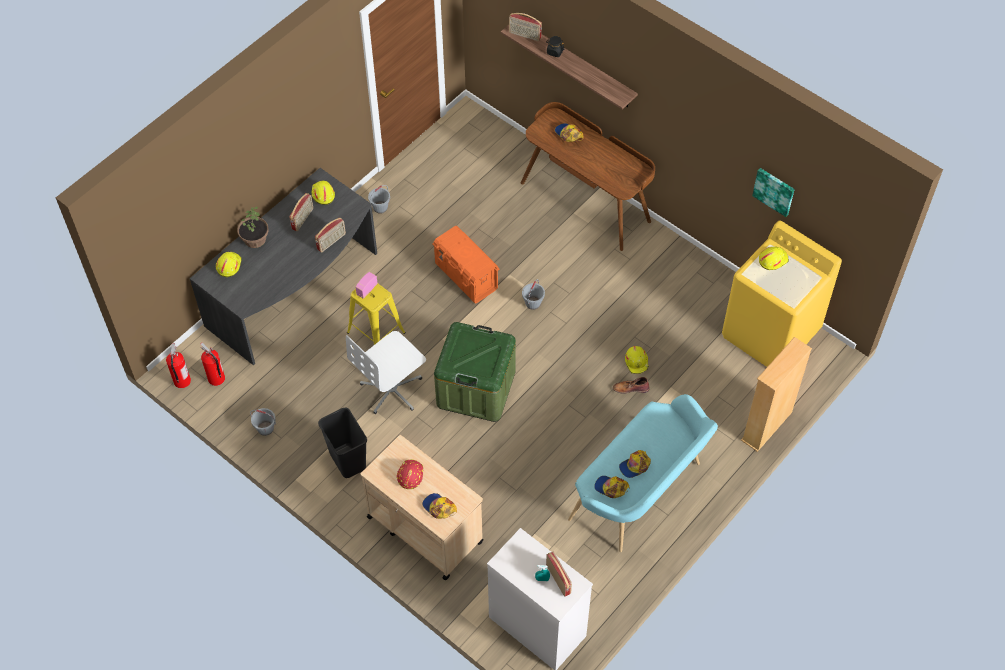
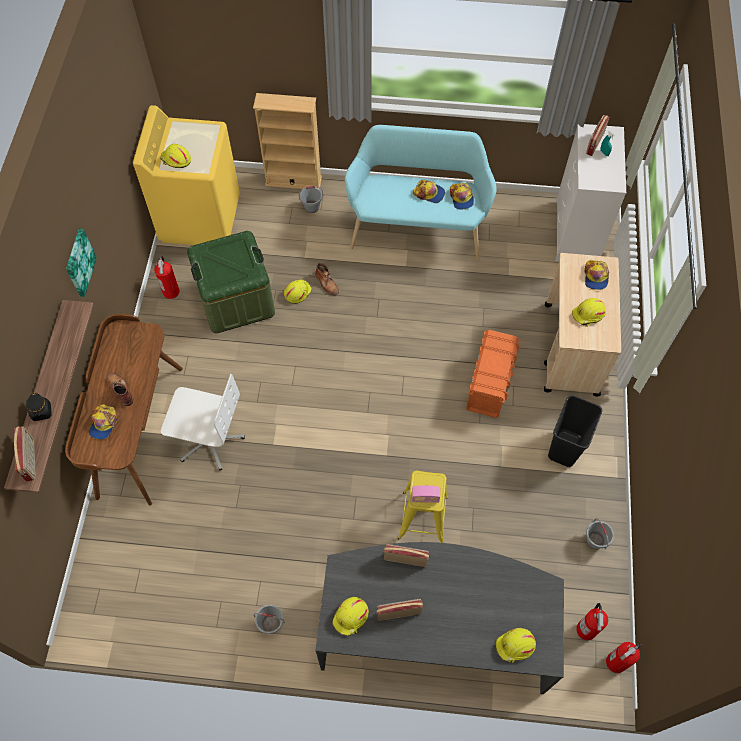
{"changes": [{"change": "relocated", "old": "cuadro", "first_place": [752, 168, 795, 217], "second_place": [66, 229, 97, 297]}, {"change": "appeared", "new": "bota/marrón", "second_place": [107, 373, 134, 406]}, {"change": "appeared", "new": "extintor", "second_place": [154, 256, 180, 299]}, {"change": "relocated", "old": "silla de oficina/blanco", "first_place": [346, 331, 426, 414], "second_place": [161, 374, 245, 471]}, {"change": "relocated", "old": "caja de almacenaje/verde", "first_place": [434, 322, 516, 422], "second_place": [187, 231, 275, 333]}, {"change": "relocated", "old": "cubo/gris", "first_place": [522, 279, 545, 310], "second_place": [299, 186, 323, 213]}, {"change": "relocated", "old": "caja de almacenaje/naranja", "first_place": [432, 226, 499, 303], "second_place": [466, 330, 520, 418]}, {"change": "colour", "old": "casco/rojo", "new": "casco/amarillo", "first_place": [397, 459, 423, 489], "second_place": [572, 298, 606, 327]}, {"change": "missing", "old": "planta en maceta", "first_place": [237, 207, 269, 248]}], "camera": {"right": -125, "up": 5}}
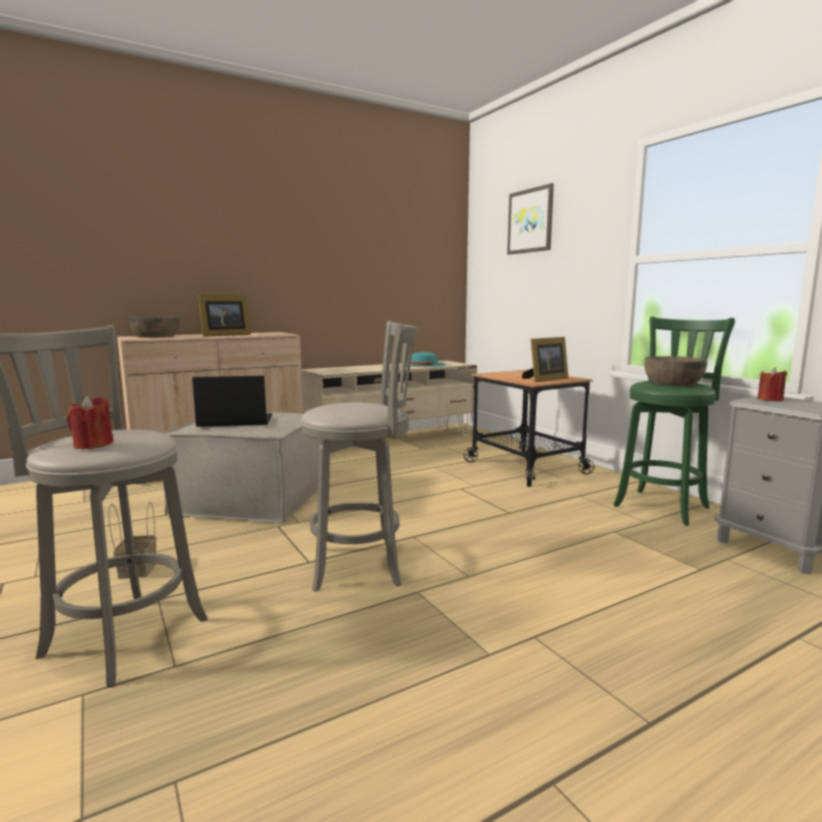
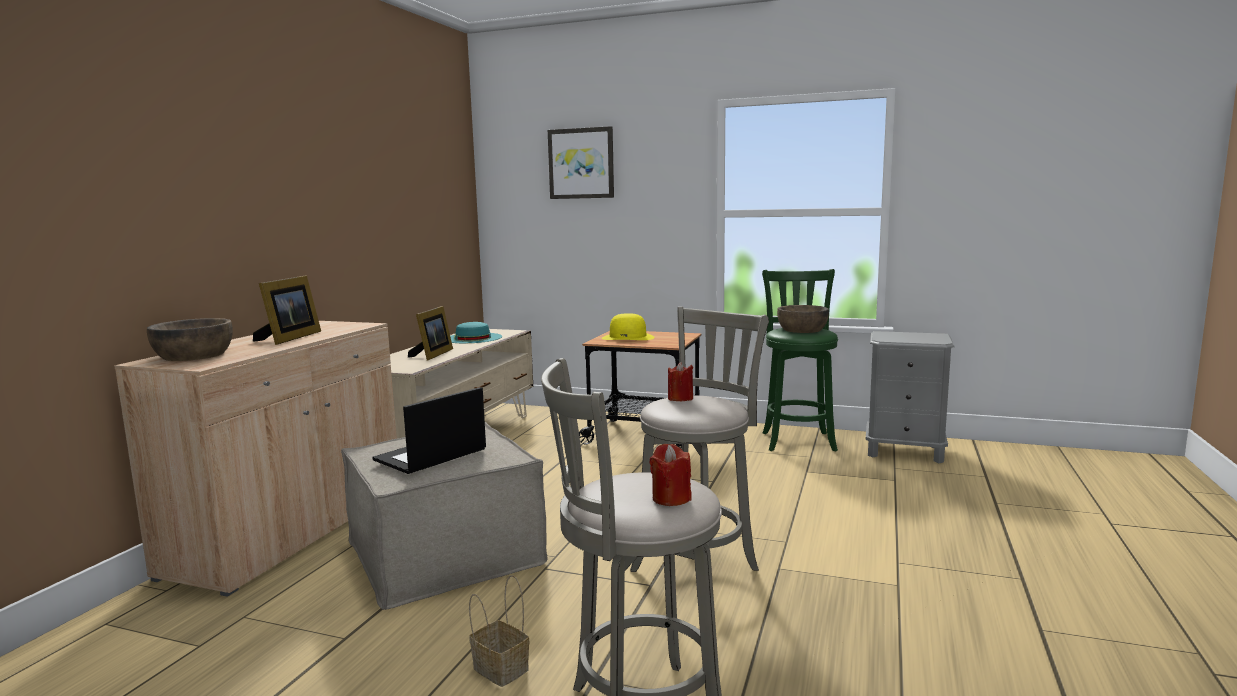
{"changes": [{"change": "relocated", "old": "portarretratos", "first_place": [522, 337, 568, 382], "second_place": [408, 306, 453, 360]}, {"change": "appeared", "new": "sombrero/amarillo", "second_place": [602, 313, 655, 340]}, {"change": "relocated", "old": "vela/rojo", "first_place": [757, 367, 787, 402], "second_place": [668, 362, 693, 401]}], "camera": {"right": -40, "up": 0}}
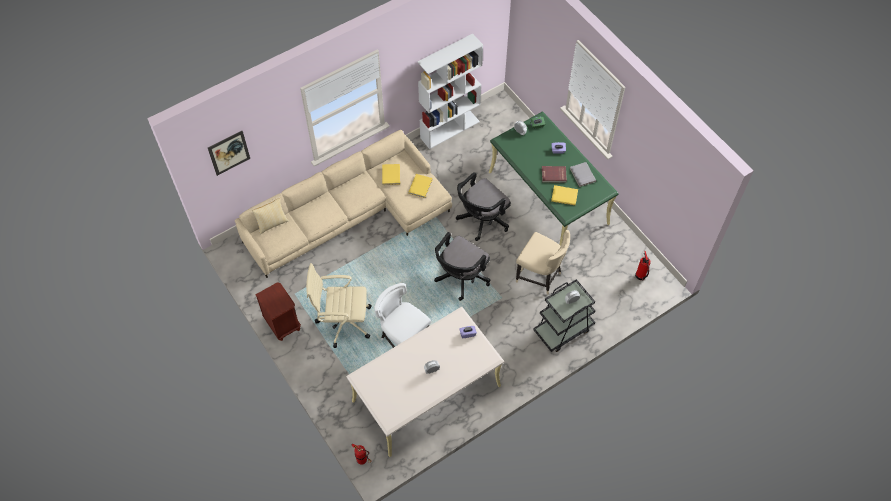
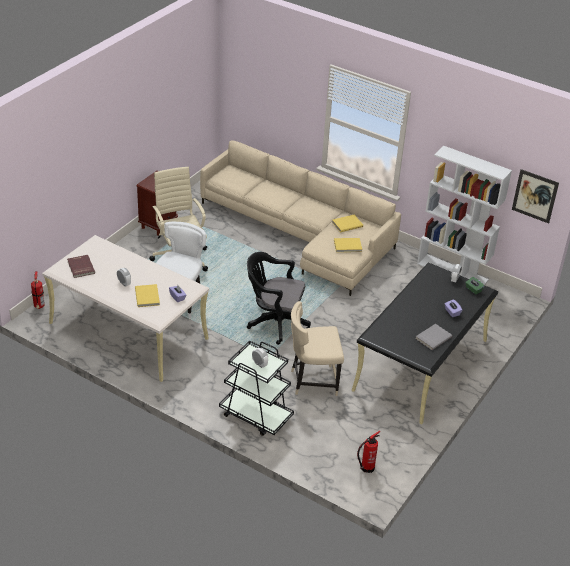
{"changes": [{"change": "relocated", "old": "libro/rojo", "first_place": [542, 166, 567, 183], "second_place": [67, 255, 95, 278]}, {"change": "relocated", "old": "libro/amarillo", "first_place": [551, 185, 578, 205], "second_place": [135, 284, 160, 307]}, {"change": "spun", "old": "silla/beis", "first_place": [516, 230, 570, 295], "second_place": [291, 301, 344, 396], "degrees": 75}, {"change": "colour", "old": "escritorio/verde", "new": "escritorio/negro", "first_place": [489, 111, 619, 246], "second_place": [351, 262, 498, 424]}, {"change": "relocated", "old": "cuadro", "first_place": [208, 131, 250, 176], "second_place": [512, 169, 559, 224]}, {"change": "missing", "old": "cojín", "first_place": [252, 198, 289, 234]}, {"change": "missing", "old": "silla de oficina/negro", "first_place": [456, 172, 511, 241]}], "camera": {"right": 65, "up": -20}}
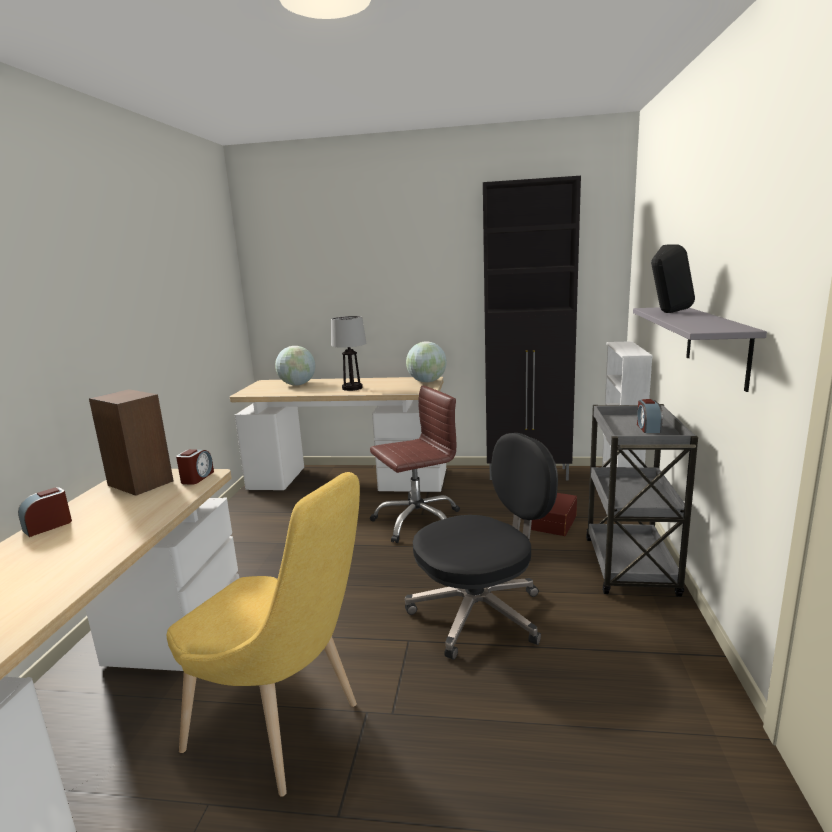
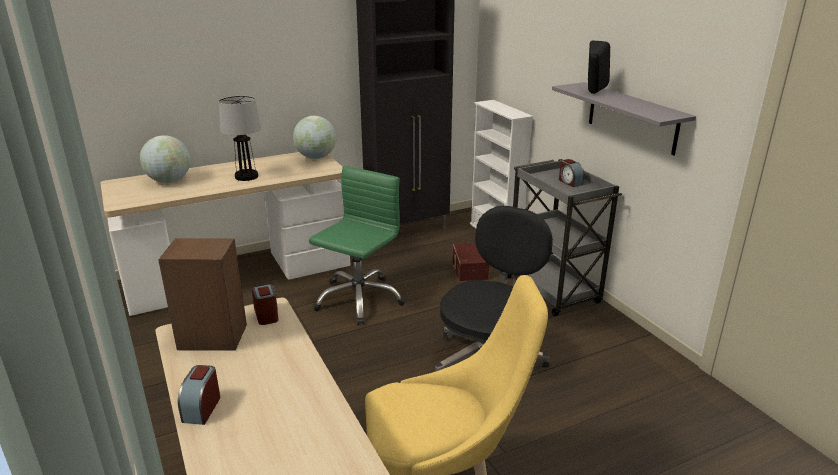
{"changes": [{"change": "colour", "old": "silla de oficina/marrón", "new": "silla de oficina/verde", "first_place": [370, 385, 460, 543], "second_place": [309, 166, 405, 325]}], "camera": {"right": -35, "up": 10}}
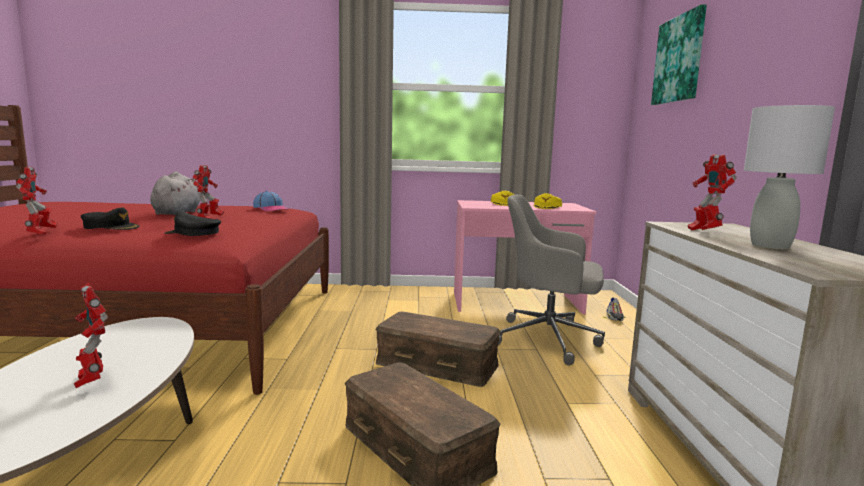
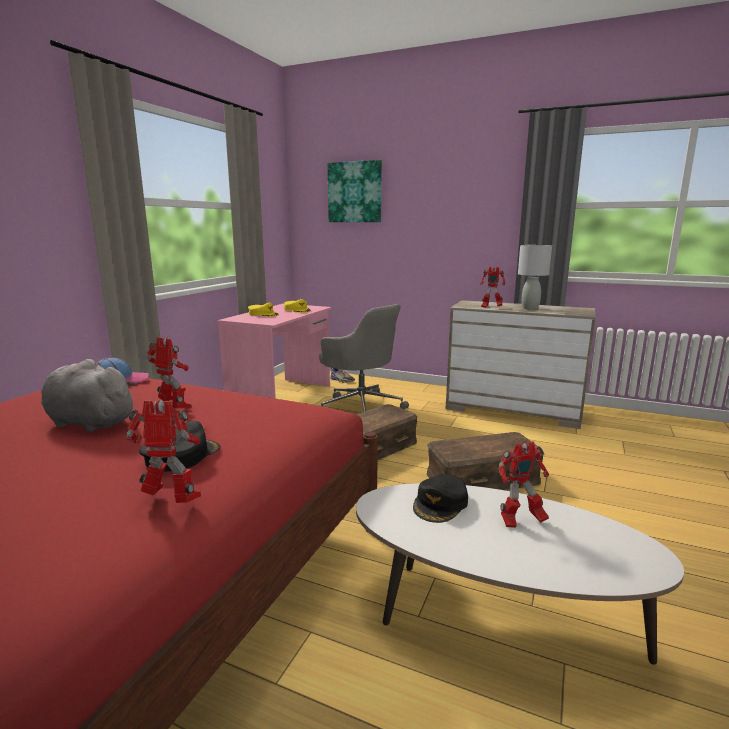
{"changes": [{"change": "spun", "old": "silla de oficina/gris", "first_place": [498, 195, 605, 365], "second_place": [319, 304, 409, 412], "degrees": -90}, {"change": "relocated", "old": "gorra/negro", "first_place": [164, 212, 221, 236], "second_place": [413, 474, 468, 523]}], "camera": {"right": -65, "up": 5}}
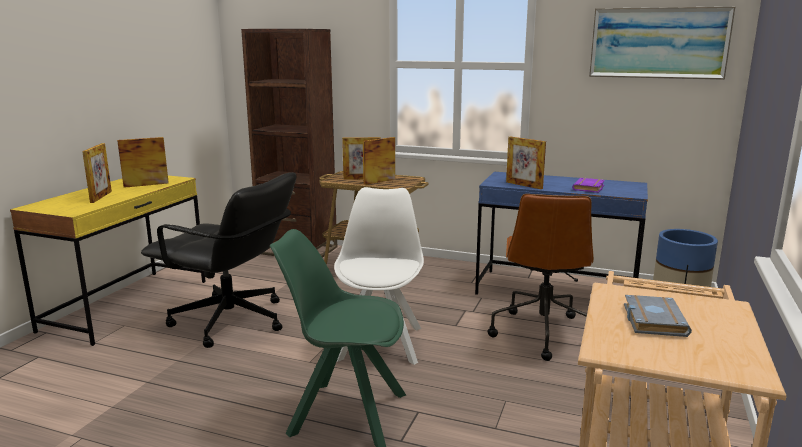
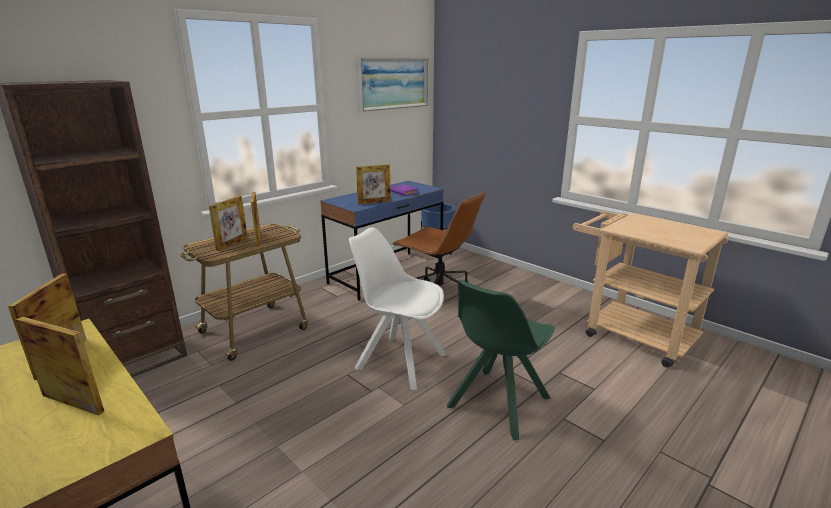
{"changes": [{"change": "missing", "old": "silla de oficina/negro", "first_place": [141, 172, 296, 348]}, {"change": "missing", "old": "libro/gris", "first_place": [624, 295, 692, 337]}], "camera": {"right": -65, "up": 5}}
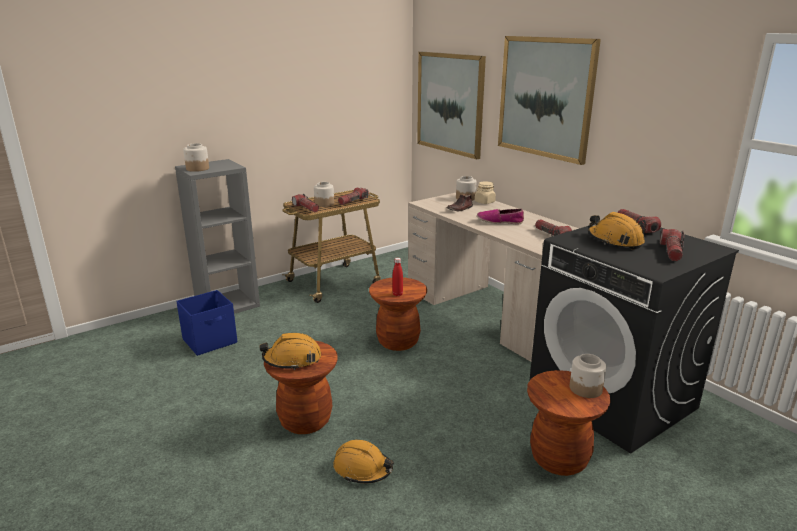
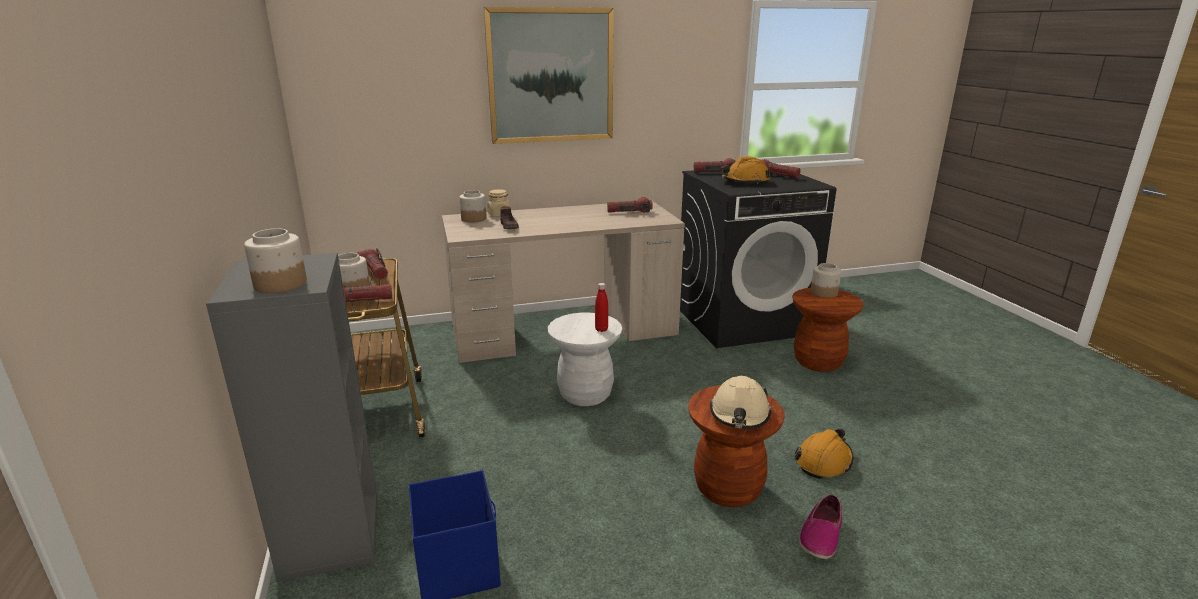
{"changes": [{"change": "colour", "old": "taburete/marrón", "new": "taburete/blanco", "first_place": [369, 278, 427, 351], "second_place": [548, 313, 622, 406]}, {"change": "colour", "old": "casco/naranja", "new": "casco/beis", "first_place": [259, 333, 321, 370], "second_place": [710, 376, 771, 429]}, {"change": "relocated", "old": "zapato", "first_place": [477, 209, 524, 225], "second_place": [799, 494, 842, 559]}, {"change": "missing", "old": "cuadro", "first_place": [417, 52, 486, 159]}], "camera": {"right": -70, "up": 0}}
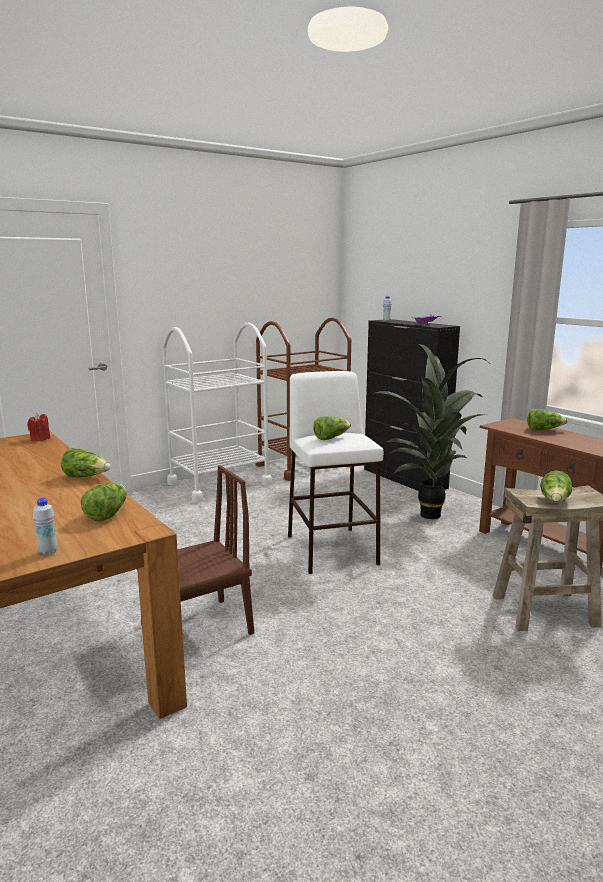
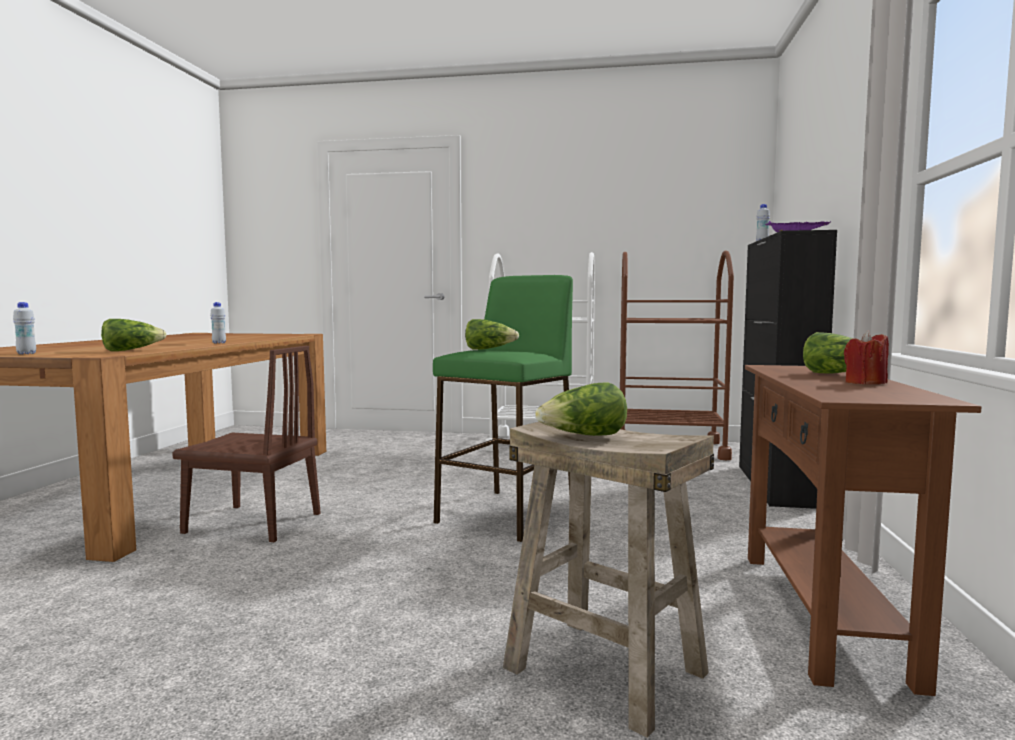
{"changes": [{"change": "exchanged", "old": "lechuga", "new": "botella/blanco", "first_place": [61, 448, 111, 478], "second_place": [210, 302, 226, 344]}, {"change": "colour", "old": "taburete/blanco", "new": "taburete/verde", "first_place": [288, 371, 383, 574], "second_place": [433, 275, 573, 542]}, {"change": "relocated", "old": "vela/rojo", "first_place": [27, 413, 50, 441], "second_place": [844, 330, 889, 384]}, {"change": "missing", "old": "planta en maceta", "first_place": [372, 344, 488, 519]}], "camera": {"right": 45, "up": -10}}
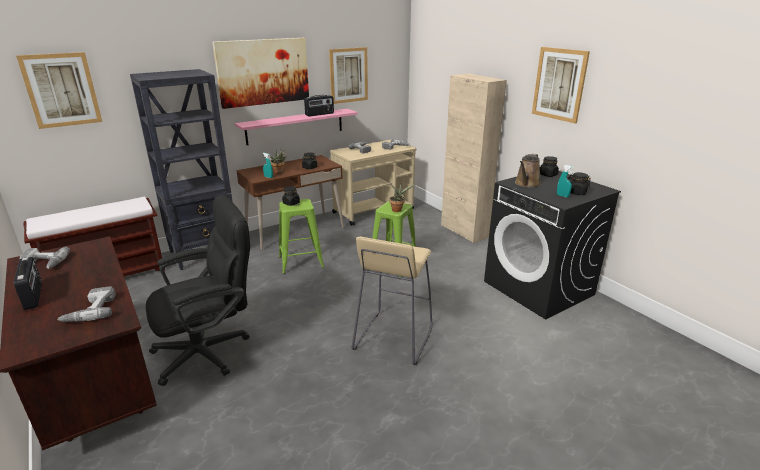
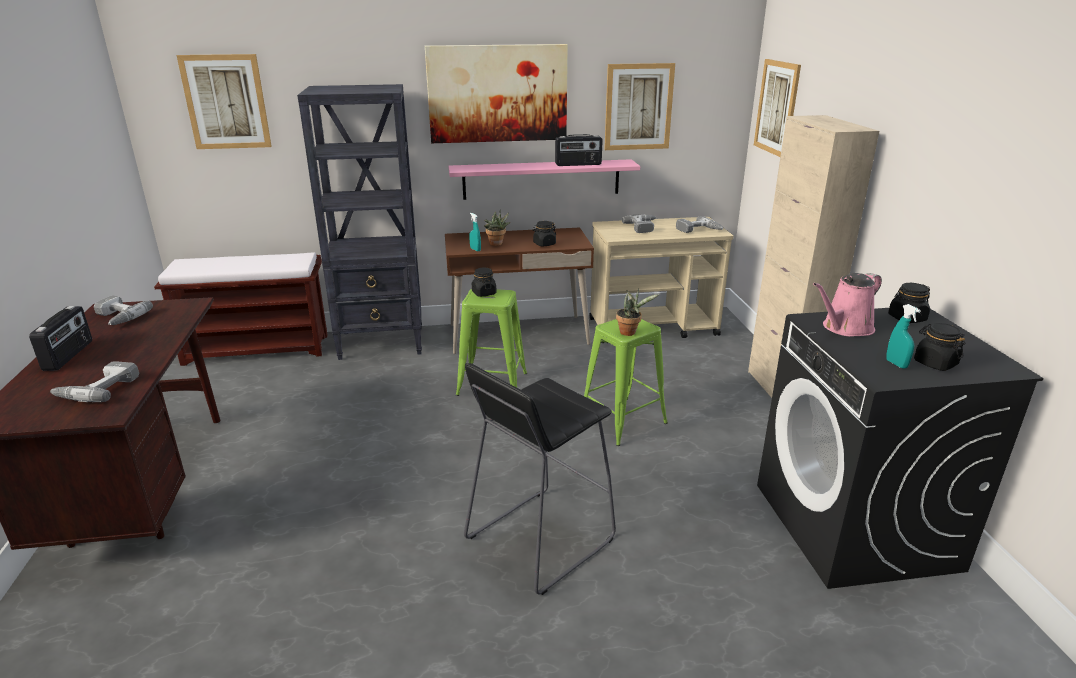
{"changes": [{"change": "colour", "old": "taburete/beis", "new": "taburete/negro", "first_place": [352, 236, 432, 365], "second_place": [464, 363, 616, 595]}, {"change": "relocated", "old": "cuadro", "first_place": [532, 47, 590, 124], "second_place": [754, 59, 801, 157]}, {"change": "colour", "old": "regadera/marrón", "new": "regadera/rosa", "first_place": [515, 154, 541, 188], "second_place": [813, 273, 882, 337]}, {"change": "missing", "old": "silla de oficina/negro", "first_place": [146, 195, 250, 386]}], "camera": {"right": 25, "up": 0}}
